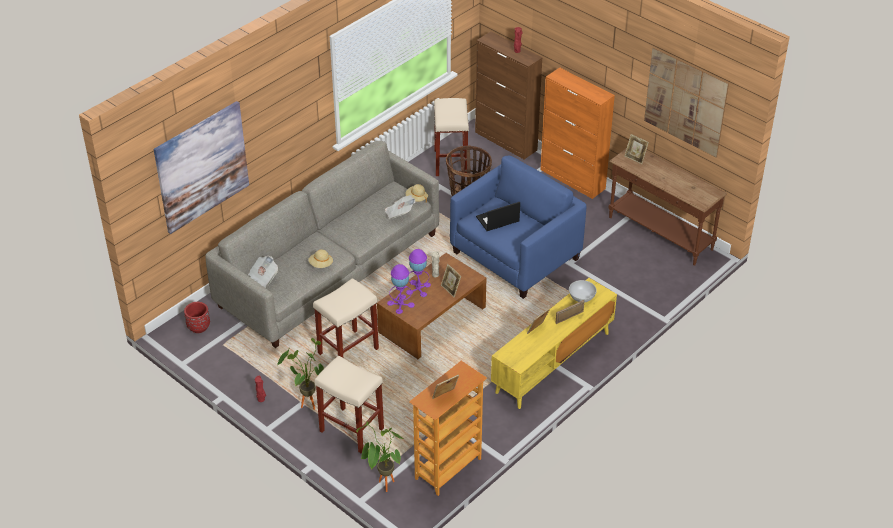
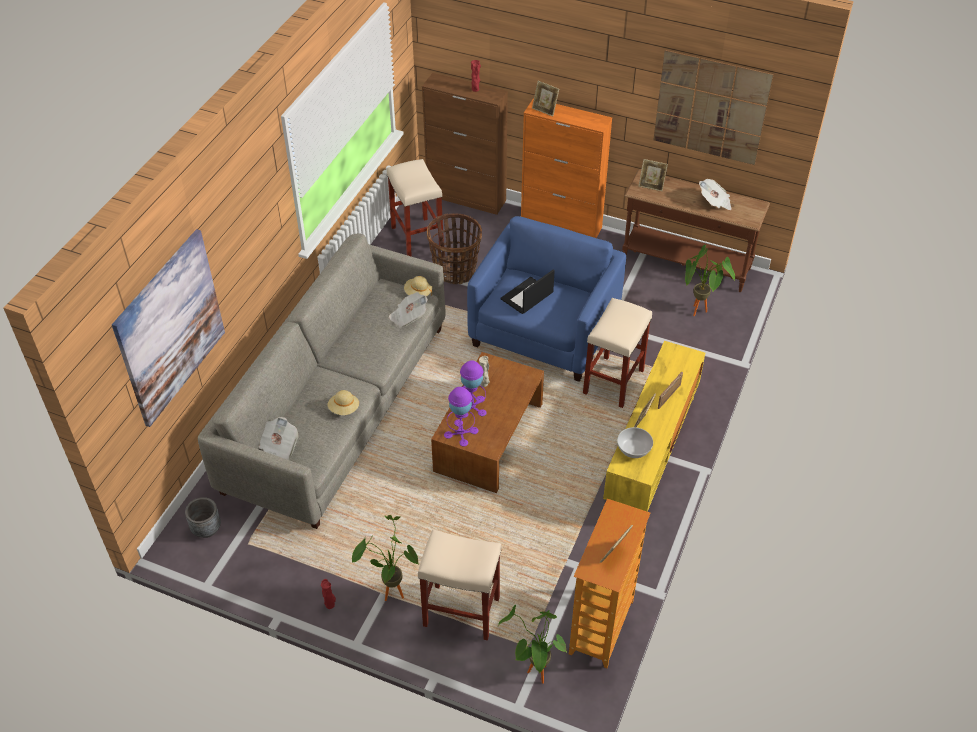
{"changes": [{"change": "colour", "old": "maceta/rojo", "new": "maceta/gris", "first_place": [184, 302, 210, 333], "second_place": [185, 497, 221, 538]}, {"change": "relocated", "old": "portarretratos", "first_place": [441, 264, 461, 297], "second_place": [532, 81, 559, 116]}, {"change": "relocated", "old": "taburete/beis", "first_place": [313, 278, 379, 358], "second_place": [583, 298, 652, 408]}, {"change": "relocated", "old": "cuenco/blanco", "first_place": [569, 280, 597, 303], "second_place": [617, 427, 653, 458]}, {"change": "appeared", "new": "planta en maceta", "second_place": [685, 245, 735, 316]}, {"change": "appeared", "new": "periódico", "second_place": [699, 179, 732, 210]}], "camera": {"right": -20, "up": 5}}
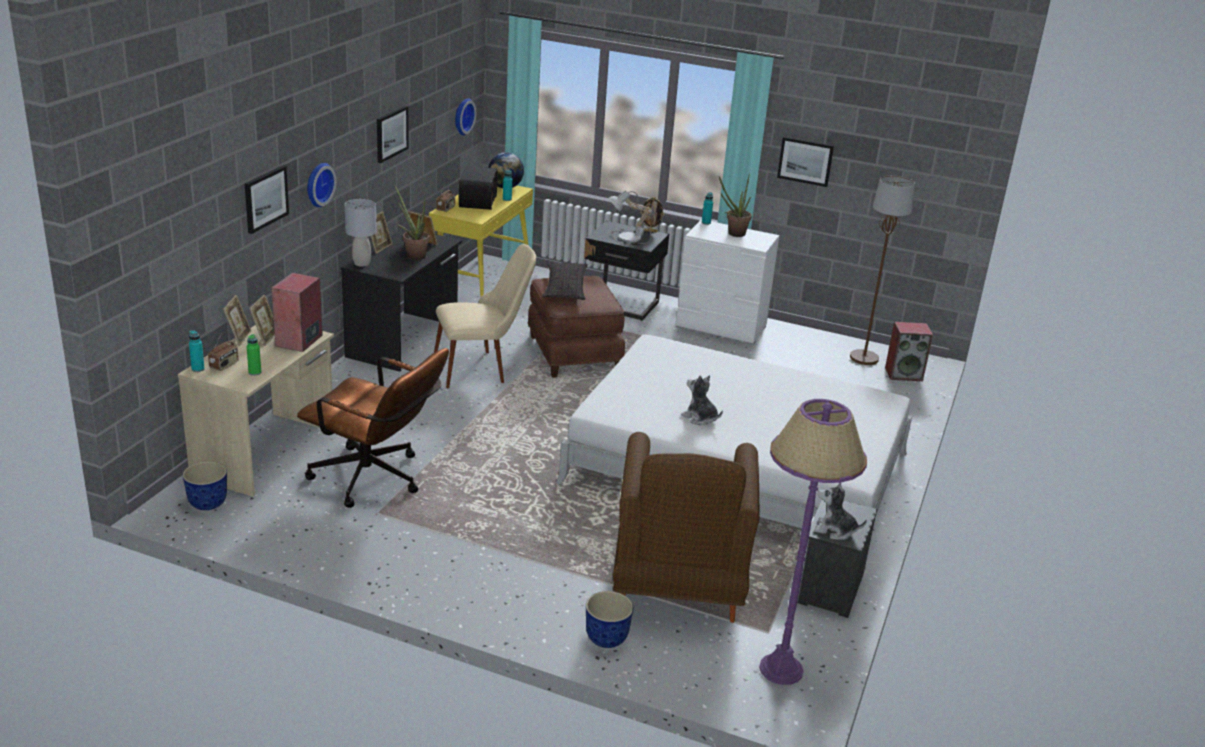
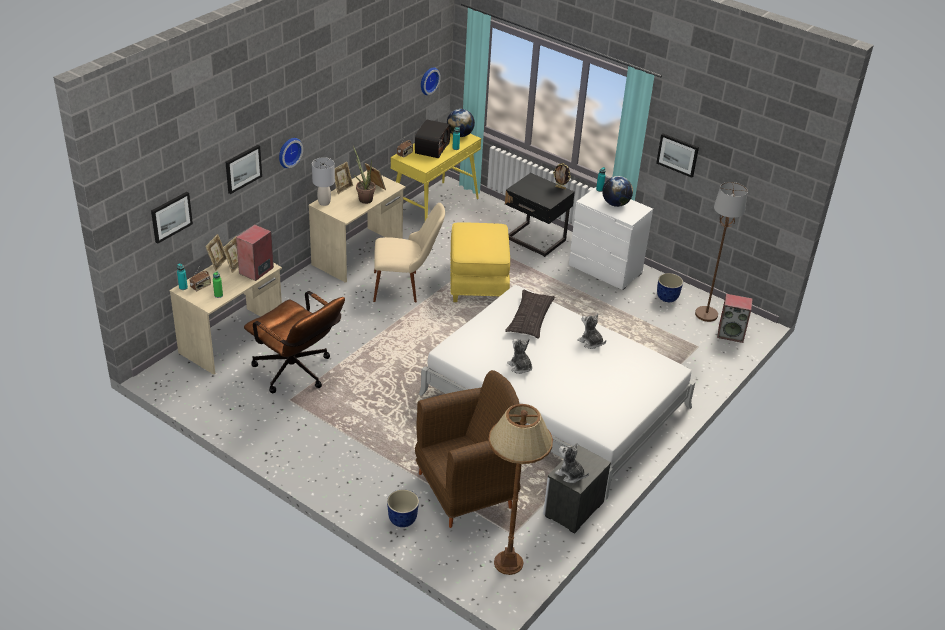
{"changes": [{"change": "relocated", "old": "cuadro", "first_place": [377, 106, 409, 163], "second_place": [151, 192, 193, 244]}, {"change": "colour", "old": "escritorio/negro", "new": "escritorio/beis", "first_place": [341, 227, 462, 372], "second_place": [308, 170, 406, 283]}, {"change": "spun", "old": "sillón/marrón", "first_place": [613, 432, 759, 623], "second_place": [415, 370, 522, 528], "degrees": -135}, {"change": "colour", "old": "puf/marrón", "new": "puf/amarillo", "first_place": [528, 276, 625, 378], "second_place": [450, 222, 510, 302]}, {"change": "colour", "old": "lámpara de pie/morado", "new": "lámpara de pie/marrón", "first_place": [759, 399, 867, 685], "second_place": [488, 404, 553, 575]}, {"change": "relocated", "old": "cojín", "first_place": [543, 261, 588, 300], "second_place": [505, 290, 555, 338]}, {"change": "appeared", "new": "peluche", "second_place": [577, 314, 606, 349]}, {"change": "exchanged", "old": "planta en maceta", "new": "globo terráqueo", "first_place": [719, 172, 752, 237], "second_place": [602, 176, 633, 207]}, {"change": "relocated", "old": "maceta", "first_place": [183, 461, 227, 510], "second_place": [657, 273, 683, 302]}, {"change": "missing", "old": "lámpara de mesa", "first_place": [608, 190, 654, 245]}], "camera": {"right": 15, "up": 10}}
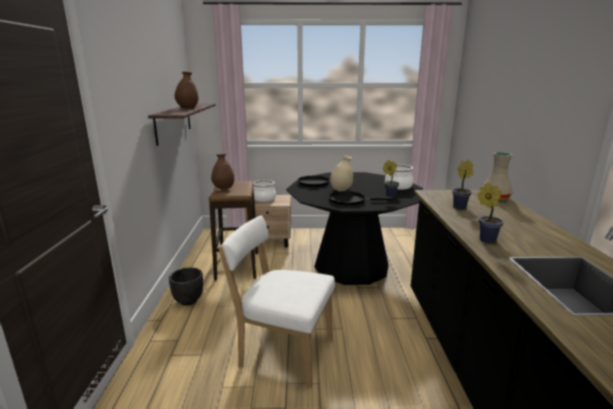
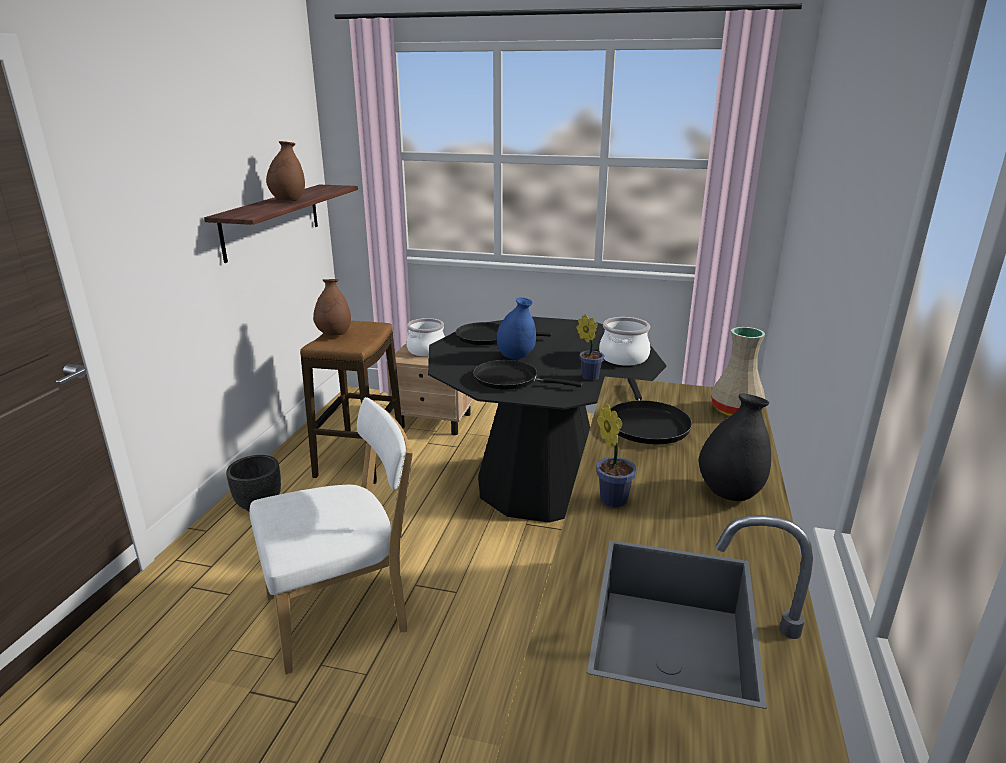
{"changes": [{"change": "spun", "old": "silla/blanco", "first_place": [218, 215, 335, 388], "second_place": [249, 397, 413, 675], "degrees": 120}, {"change": "colour", "old": "florero/beis", "new": "florero/azul", "first_place": [330, 155, 353, 191], "second_place": [497, 297, 536, 360]}, {"change": "exchanged", "old": "planta en maceta", "new": "sartén/negro", "first_place": [452, 160, 473, 209], "second_place": [611, 377, 692, 445]}, {"change": "appeared", "new": "florero/negro", "second_place": [699, 393, 771, 501]}], "camera": {"right": 15, "up": 5}}
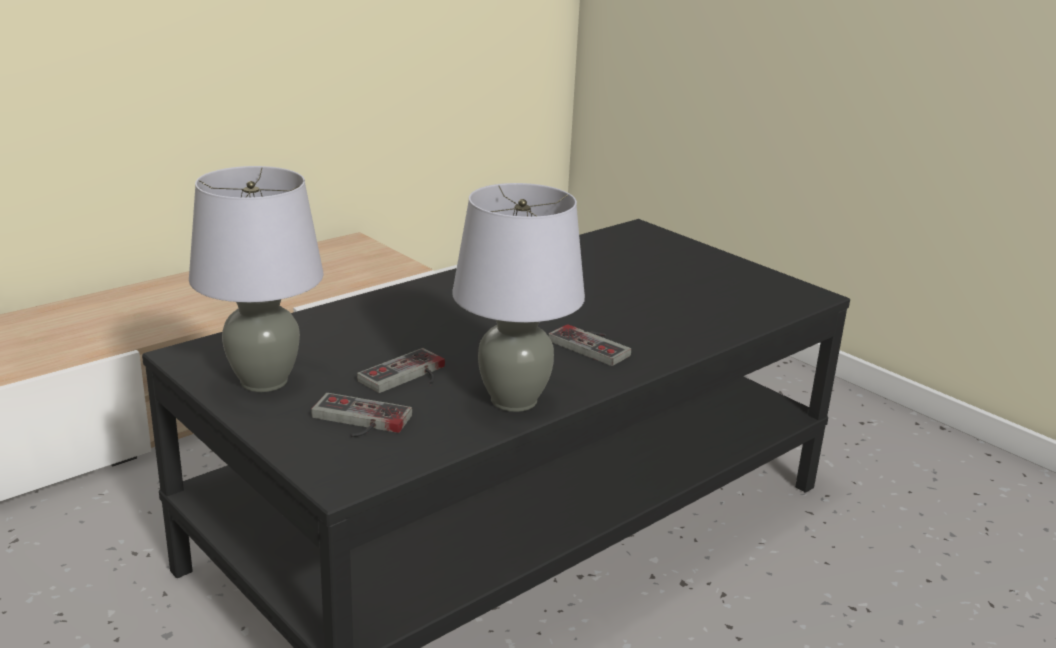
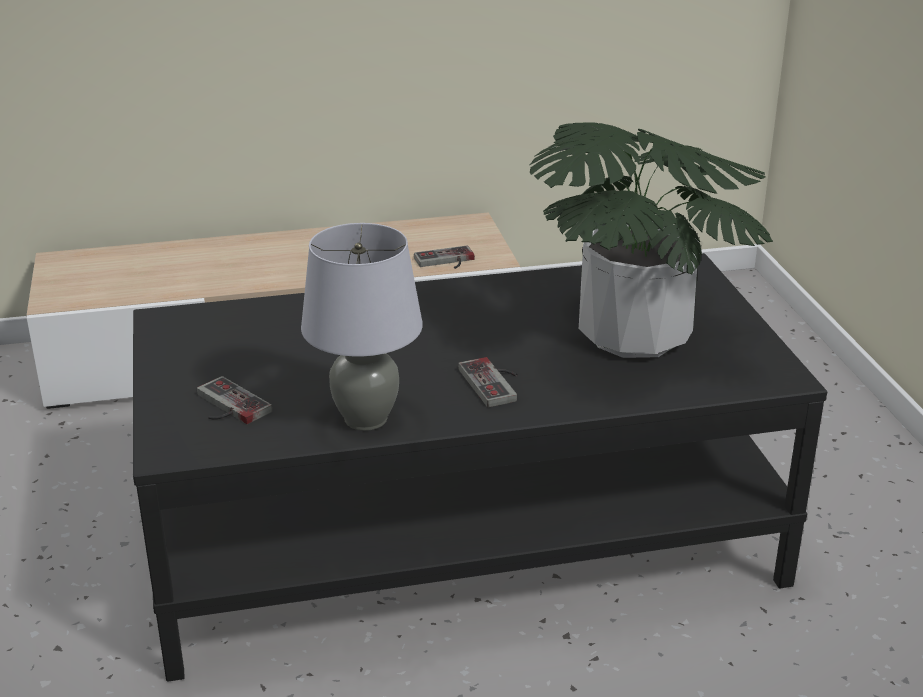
{"changes": [{"change": "relocated", "old": "mando de consola", "first_place": [357, 348, 445, 393], "second_place": [414, 245, 475, 269]}, {"change": "appeared", "new": "planta en maceta", "second_place": [530, 122, 773, 358]}, {"change": "missing", "old": "lámpara de mesa/gris", "first_place": [189, 166, 323, 392]}], "camera": {"right": 30, "up": 5}}
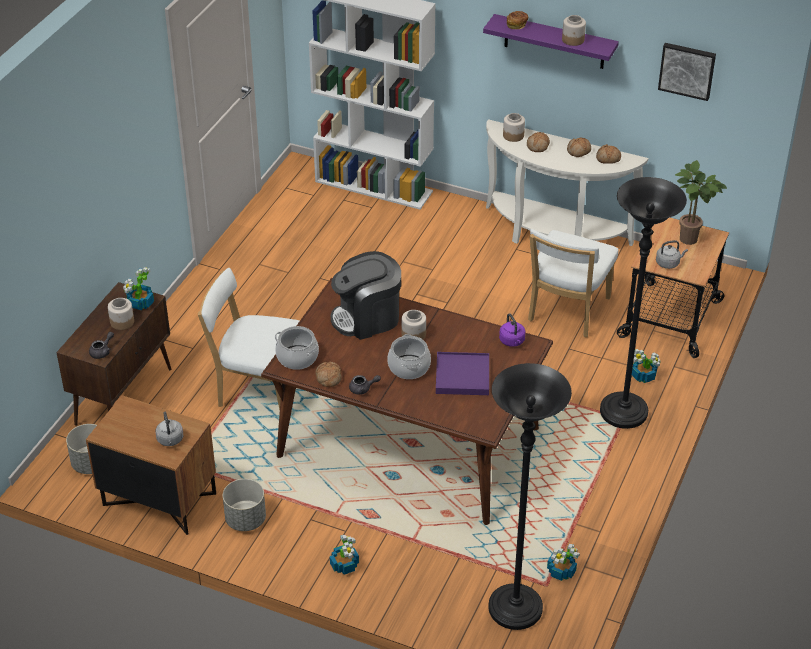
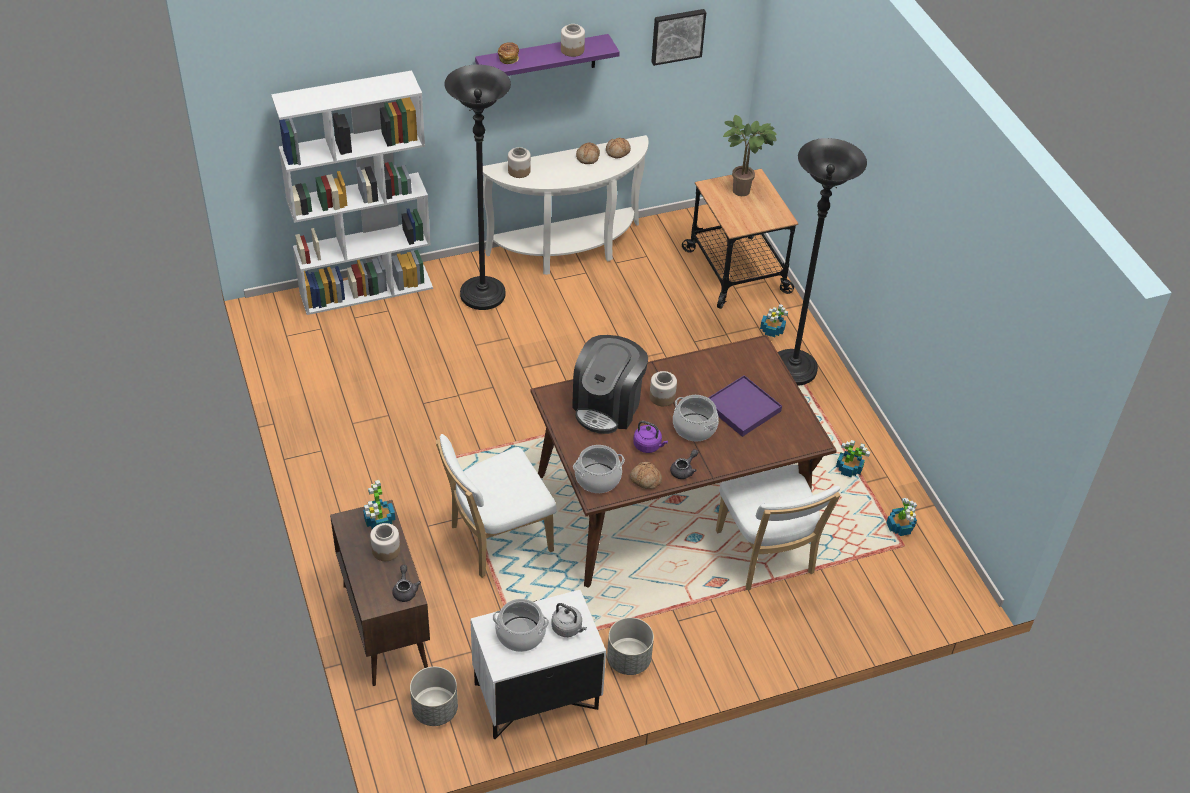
{"changes": [{"change": "relocated", "old": "lámpara de pie/negro", "first_place": [489, 363, 572, 630], "second_place": [445, 64, 511, 310]}, {"change": "colour", "old": "mesita de noche/marrón", "new": "mesita de noche/blanco", "first_place": [86, 395, 216, 535], "second_place": [470, 590, 606, 739]}, {"change": "appeared", "new": "olla", "second_place": [493, 599, 549, 652]}, {"change": "relocated", "old": "hervidor/morado", "first_place": [499, 313, 525, 347], "second_place": [633, 421, 668, 453]}, {"change": "relocated", "old": "silla/blanco", "first_place": [528, 229, 618, 337], "second_place": [716, 465, 840, 590]}, {"change": "relocated", "old": "planta en maceta", "first_place": [330, 535, 359, 575], "second_place": [836, 440, 870, 477]}, {"change": "missing", "old": "pan", "first_place": [527, 132, 550, 152]}, {"change": "missing", "old": "hervidor/gris", "first_place": [656, 240, 688, 269]}], "camera": {"right": -45, "up": 5}}
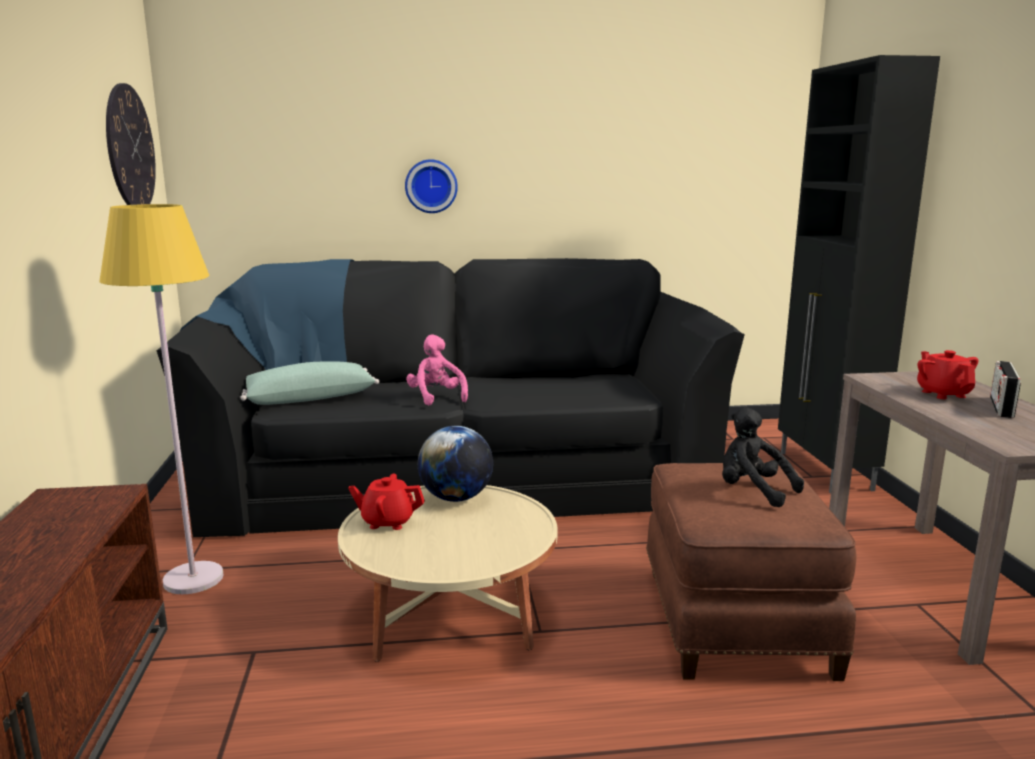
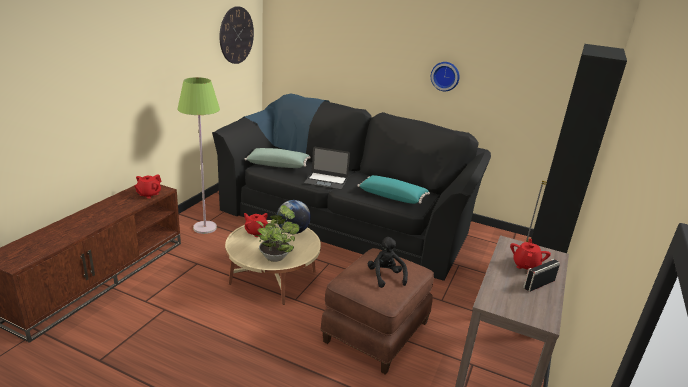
{"changes": [{"change": "appeared", "new": "tetera/rojo", "second_place": [134, 174, 161, 199]}, {"change": "colour", "old": "lámpara de pie/amarillo", "new": "lámpara de pie/verde", "first_place": [99, 204, 223, 594], "second_place": [178, 77, 220, 234]}, {"change": "appeared", "new": "planta en maceta", "second_place": [255, 205, 300, 262]}, {"change": "exchanged", "old": "peluche/rosa", "new": "portátil", "first_place": [406, 334, 468, 406], "second_place": [304, 147, 350, 189]}, {"change": "appeared", "new": "cojín/turquesa", "second_place": [357, 175, 430, 204]}, {"change": "relocated", "old": "reloj de pared", "first_place": [405, 159, 458, 213], "second_place": [431, 62, 460, 91]}], "camera": {"right": 30, "up": 10}}
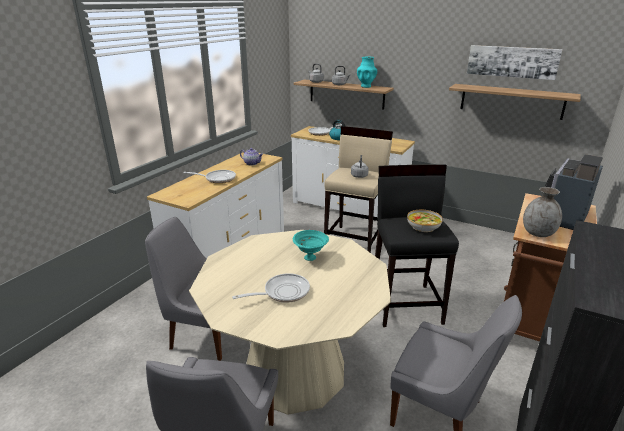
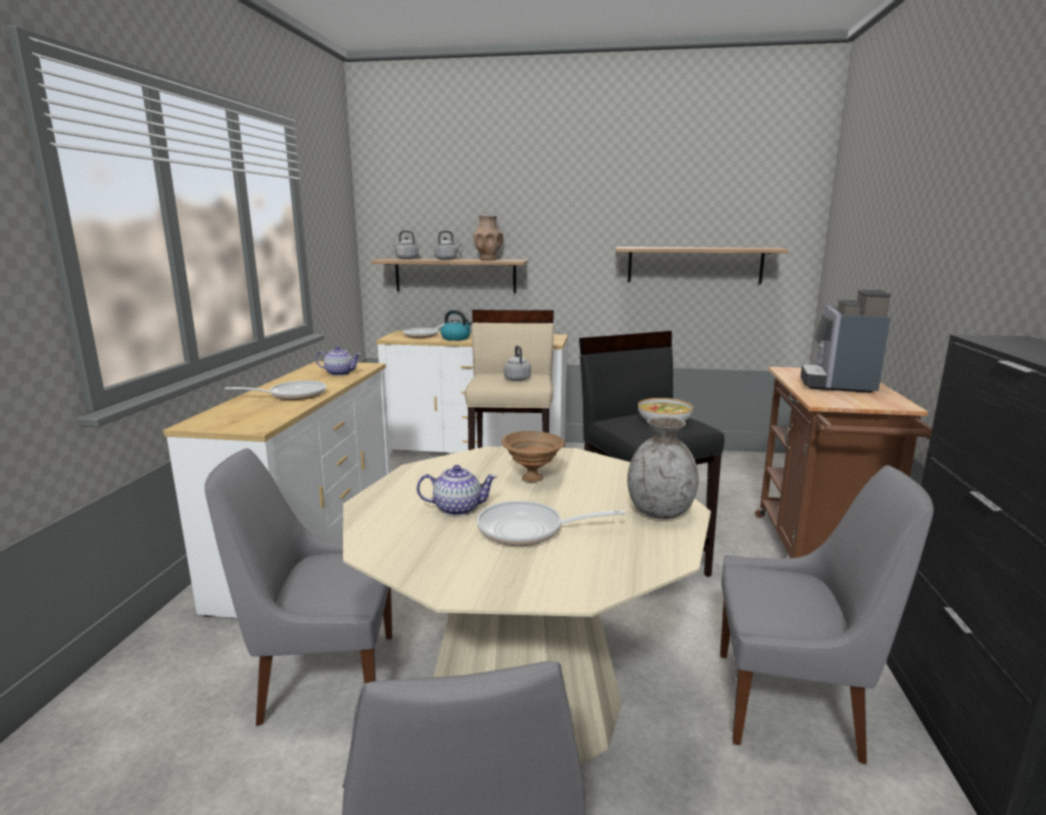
{"changes": [{"change": "appeared", "new": "tetera", "second_place": [417, 465, 497, 516]}, {"change": "colour", "old": "florero/turquesa", "new": "florero/marrón", "first_place": [357, 56, 377, 88], "second_place": [473, 216, 503, 260]}, {"change": "spun", "old": "sartén", "first_place": [232, 273, 310, 303], "second_place": [477, 501, 626, 546], "degrees": -135}, {"change": "colour", "old": "cuenco/turquesa", "new": "cuenco/marrón", "first_place": [293, 230, 329, 261], "second_place": [501, 431, 565, 482]}, {"change": "relocated", "old": "florero/gris", "first_place": [523, 187, 562, 237], "second_place": [627, 416, 699, 519]}, {"change": "missing", "old": "cuadro", "first_place": [467, 45, 563, 80]}], "camera": {"right": -20, "up": -10}}
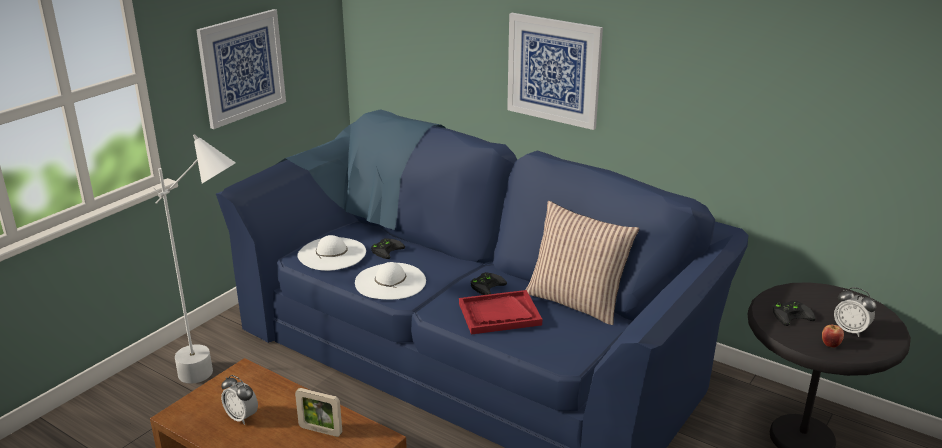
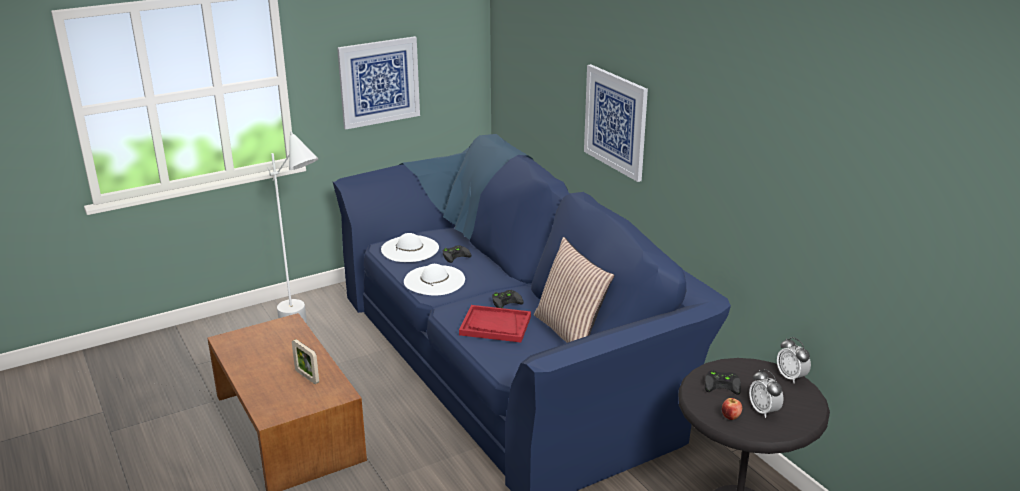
{"changes": [{"change": "relocated", "old": "despertador", "first_place": [221, 375, 258, 425], "second_place": [777, 337, 811, 384]}], "camera": {"right": 25, "up": 0}}
